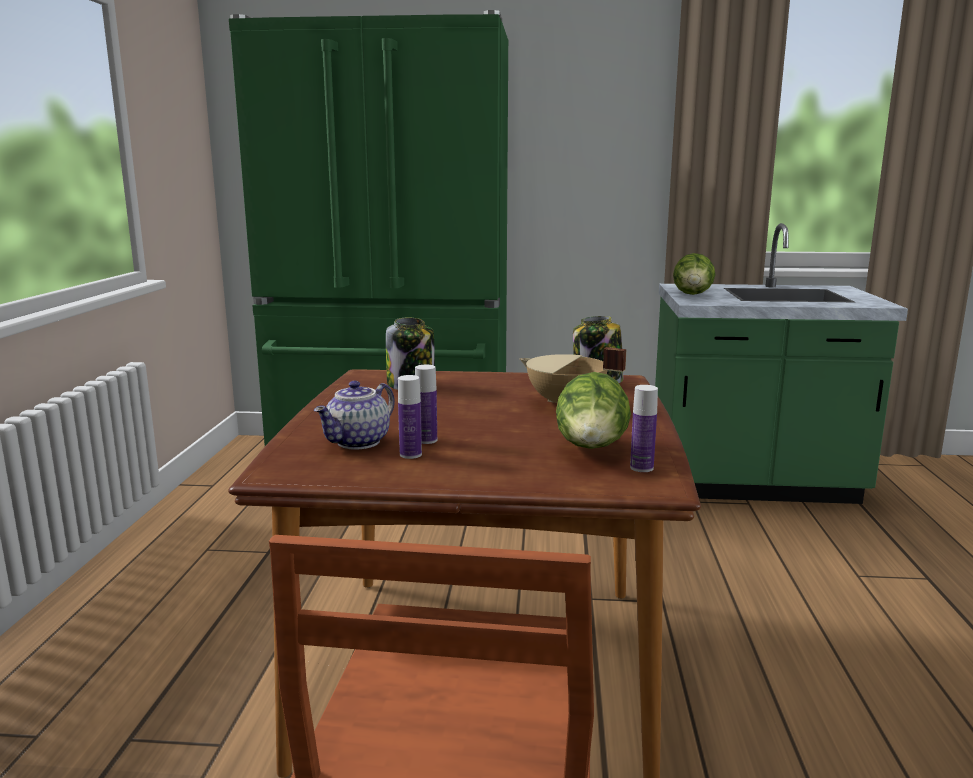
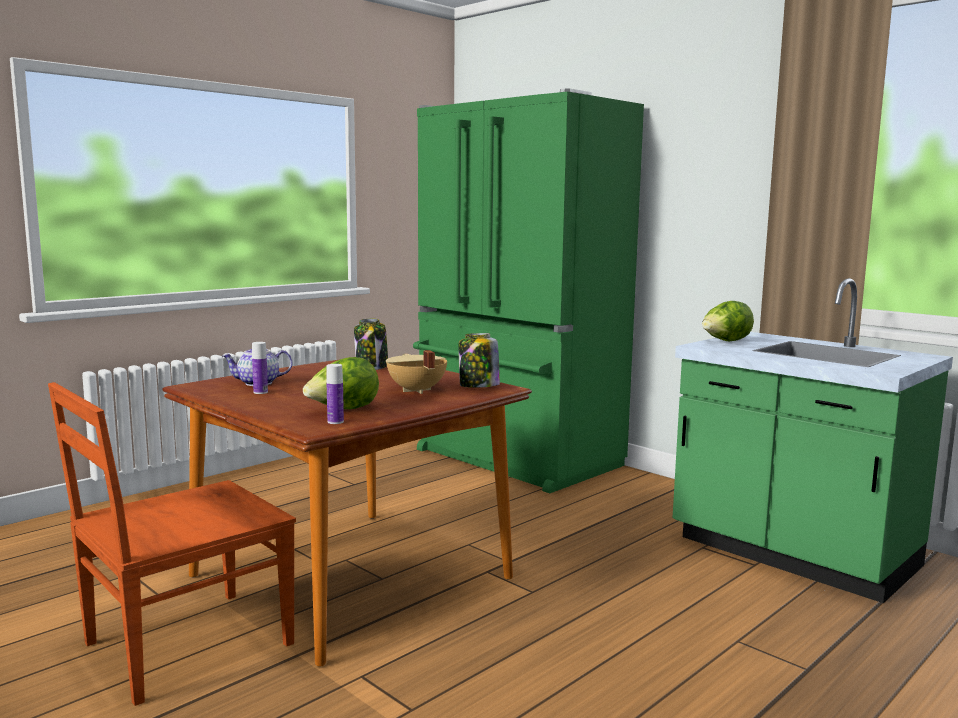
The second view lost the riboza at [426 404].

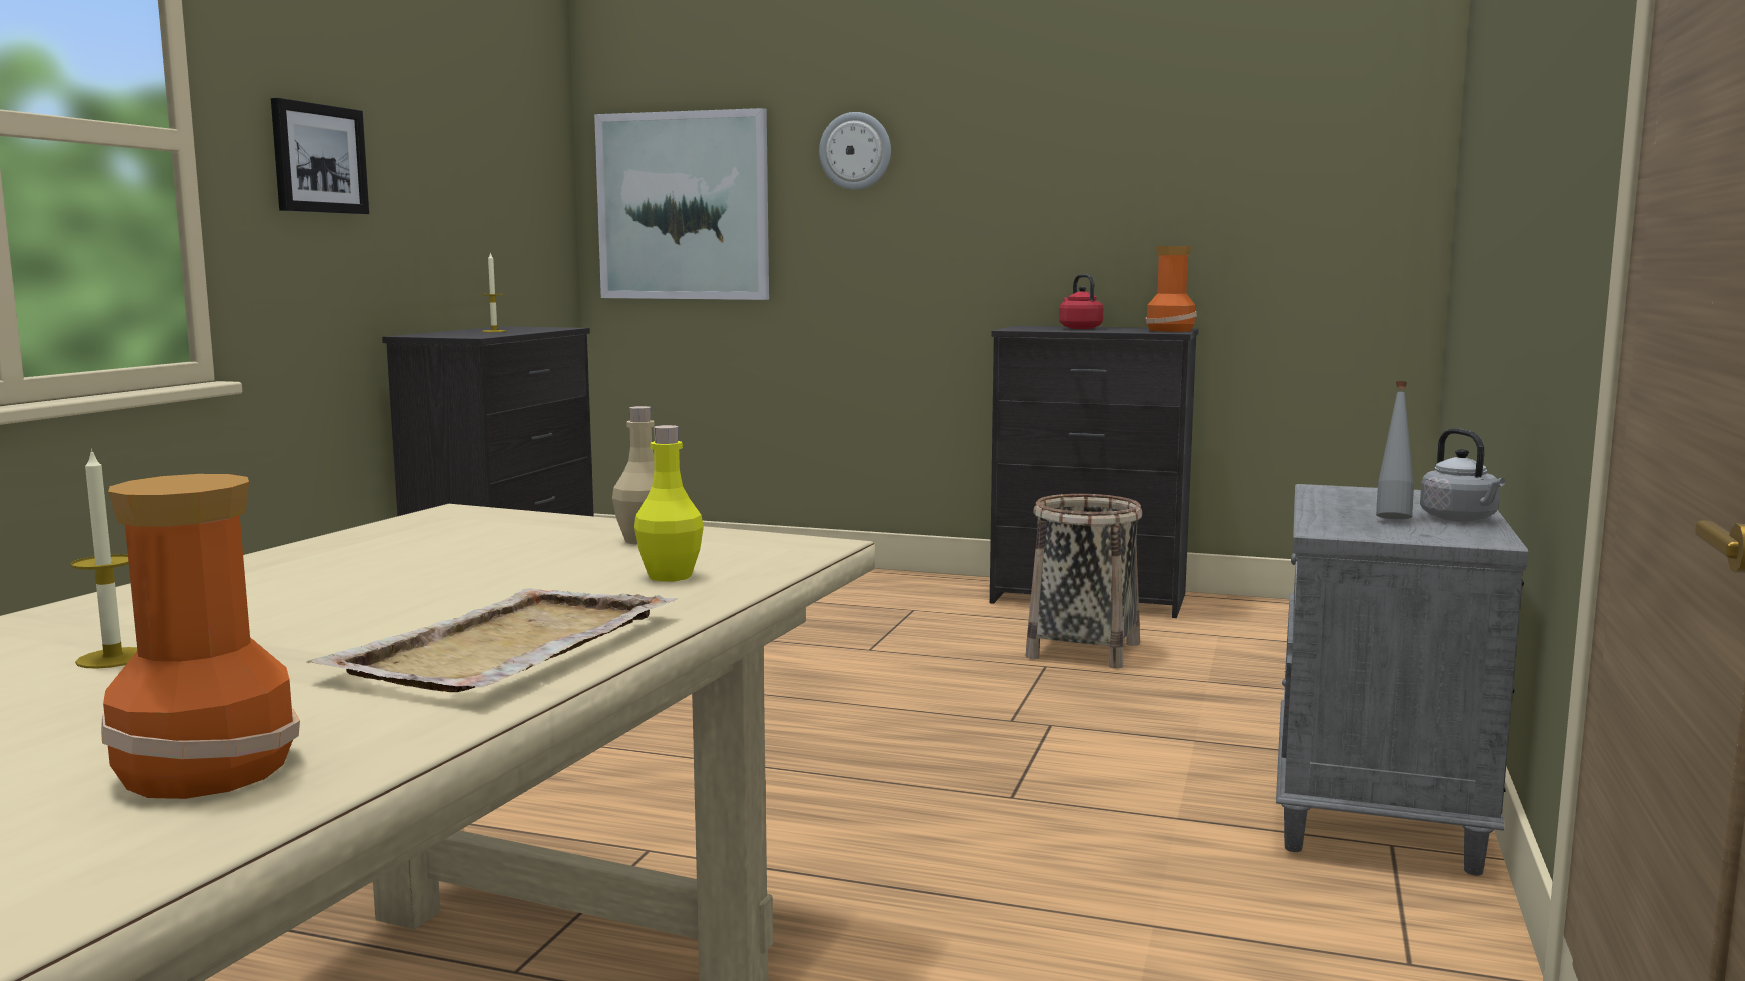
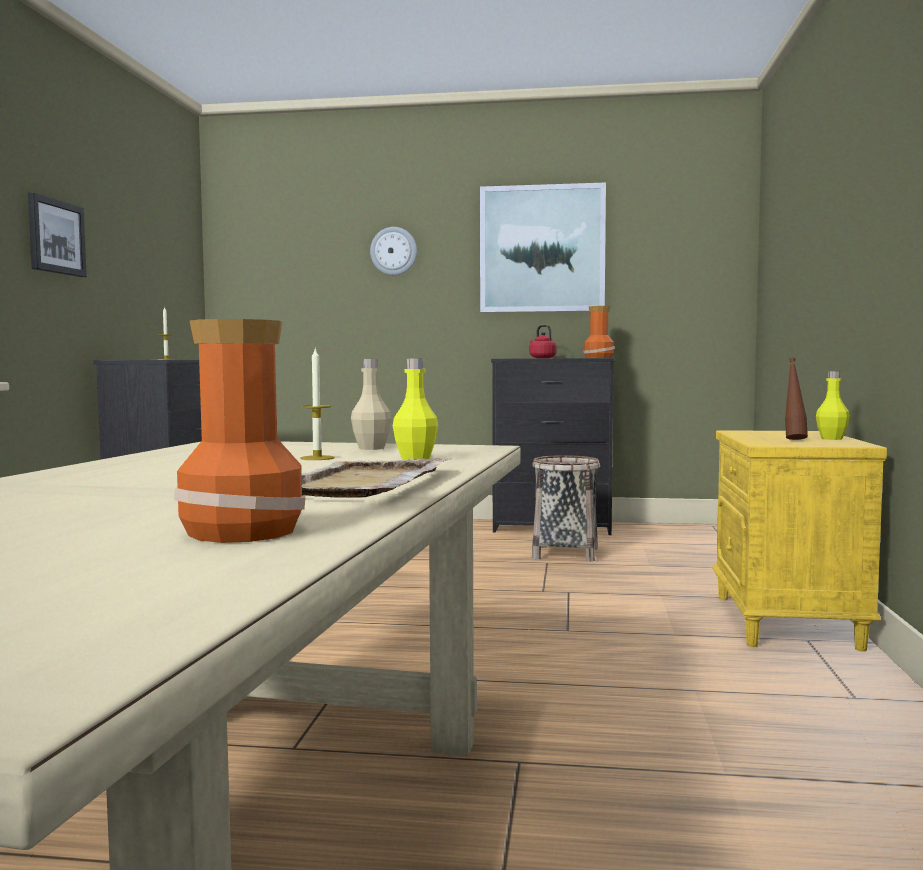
The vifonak ended up elsewhere, having gone from [103 558] to [317 403]. The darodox ended up elsewhere, having gone from [681 204] to [543 247]. What was the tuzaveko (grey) at [1402 680] turned into the tuzaveko (yellow) at [799 540]. What was the riboza (grey) at [1395 450] turned into the riboza (brown) at [796 399]. Where the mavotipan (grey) stood at [1462 475], the riboza (yellow) came to stand at [833 405].

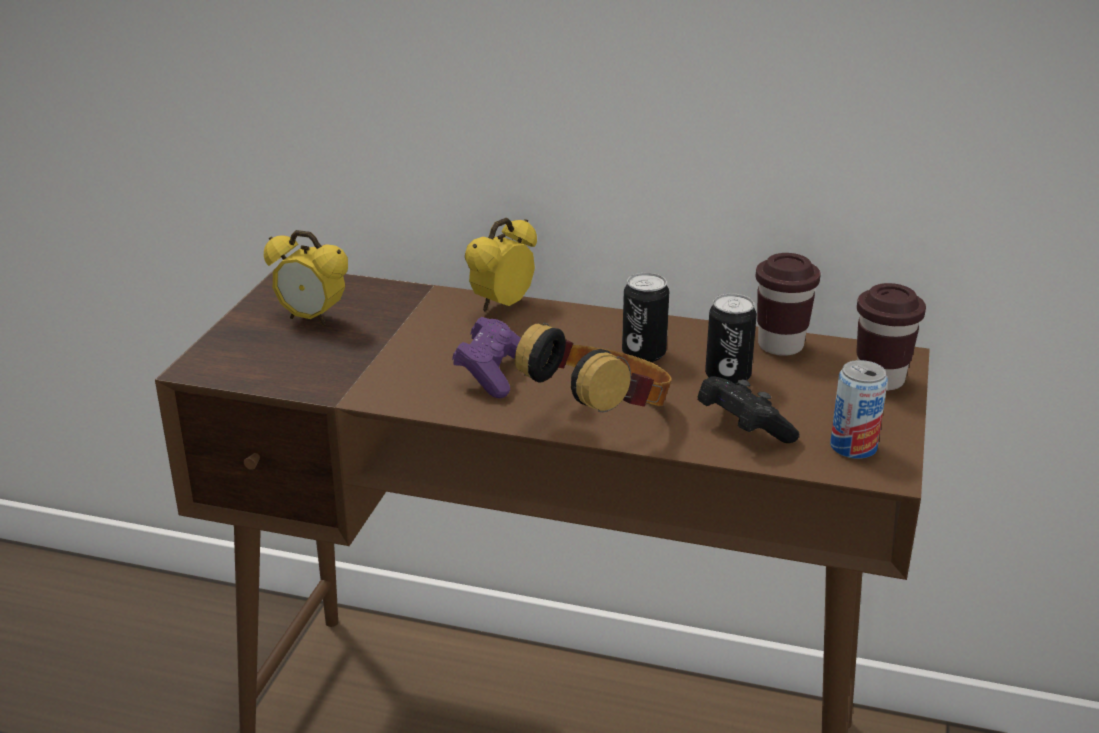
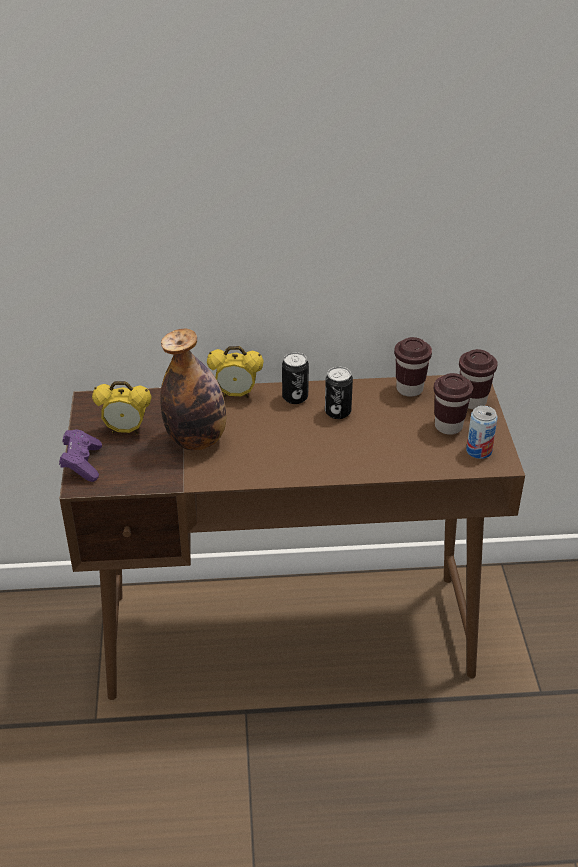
The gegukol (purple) ended up elsewhere, having gone from [486 357] to [80 455]. The second view gained the riboza at [193 389]. The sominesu at [501 265] ended up facing another way, 105 degrees counterclockwise from before. The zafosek ended up elsewhere, having gone from [731 339] to [295 378]. The second view gained the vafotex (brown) at [453 404]. The second view lost the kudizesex at [593 367]. The second view lost the gegukol (black) at [748 409].

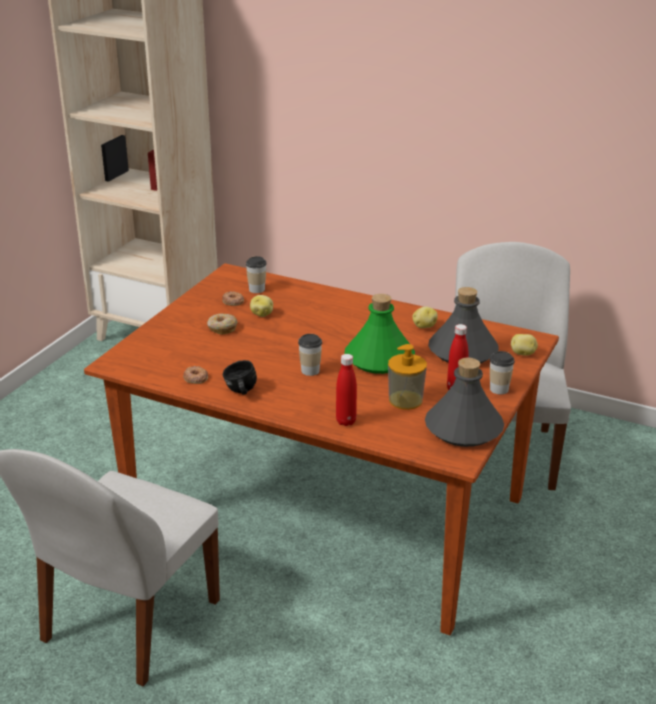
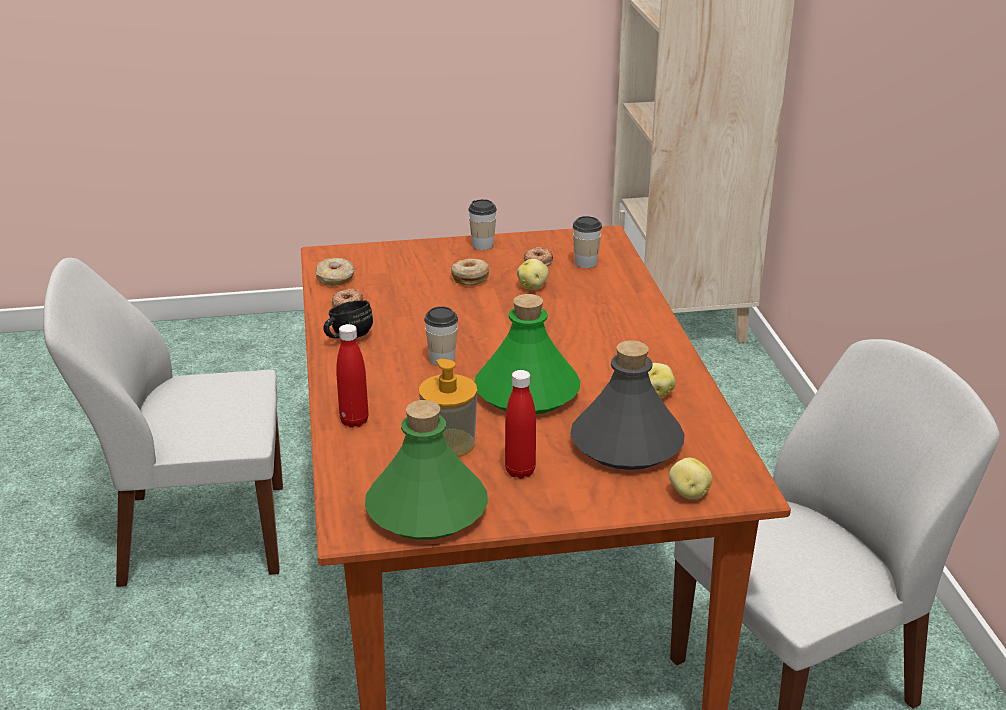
The second view gained the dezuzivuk at [335 272]. What was the riboza (grey) at [464 402] turned into the riboza (green) at [426 470]. The vafotex ended up elsewhere, having gone from [502 372] to [482 224].

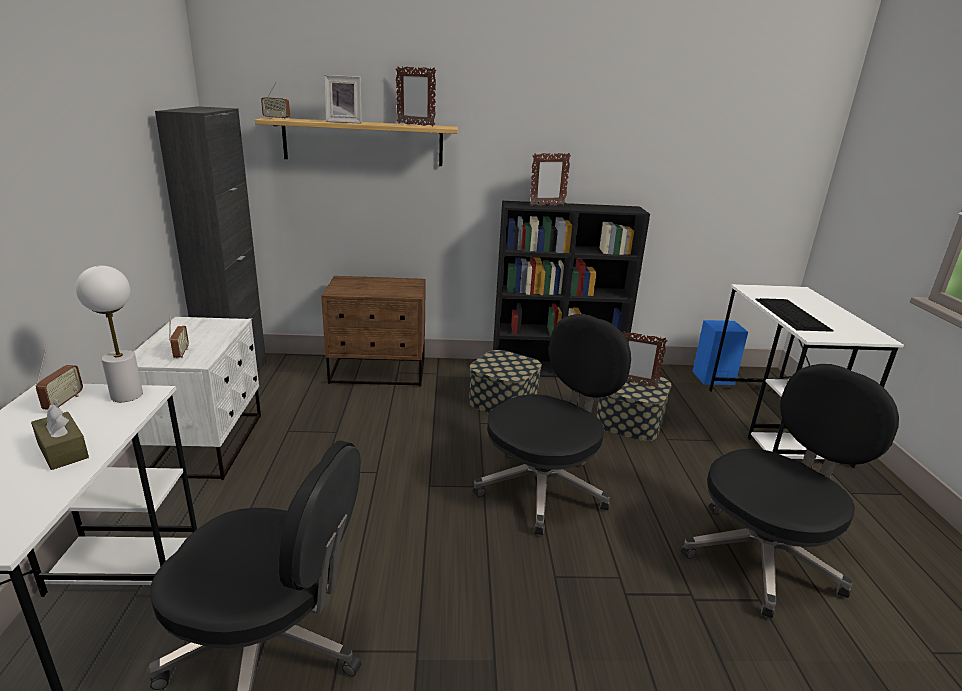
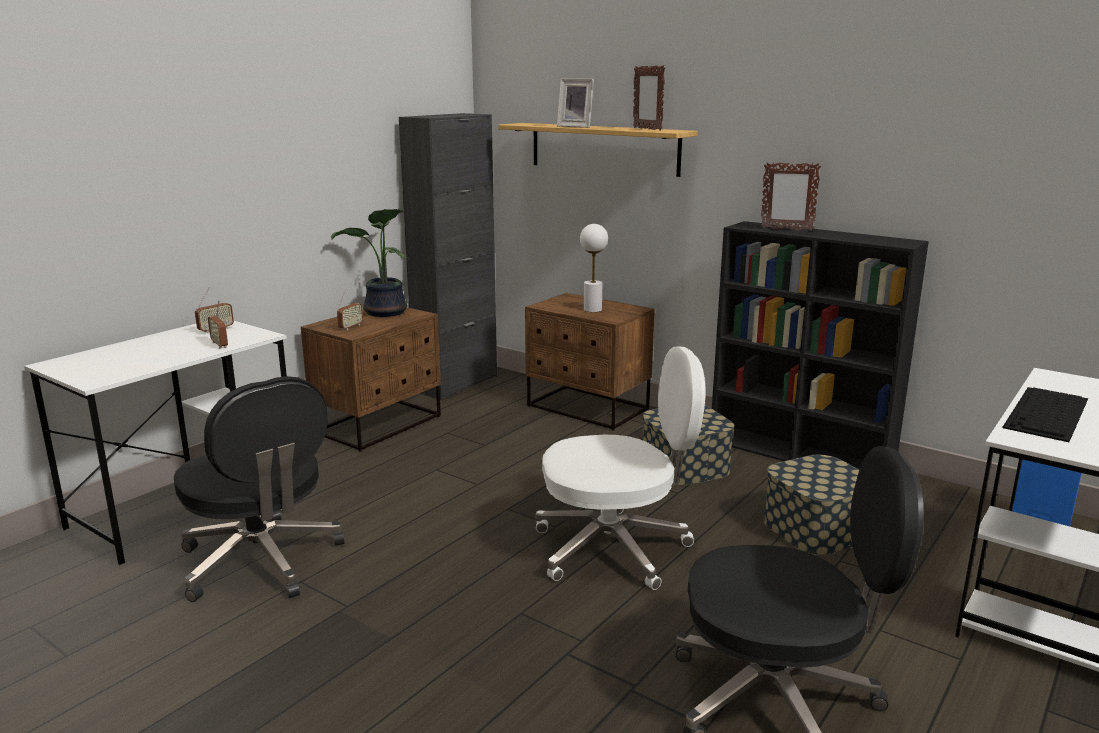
The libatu ended up elsewhere, having gone from [275 101] to [218 324]. What was the tuzaveko (white) at [197 398] turned into the tuzaveko (brown) at [371 379]. The second view gained the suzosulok at [370 263]. What was the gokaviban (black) at [552 424] turned into the gokaviban (white) at [620 468]. The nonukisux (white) ended up elsewhere, having gone from [109 334] to [594 268]. The second view lost the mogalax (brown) at [60 437]. The second view lost the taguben at [645 359].

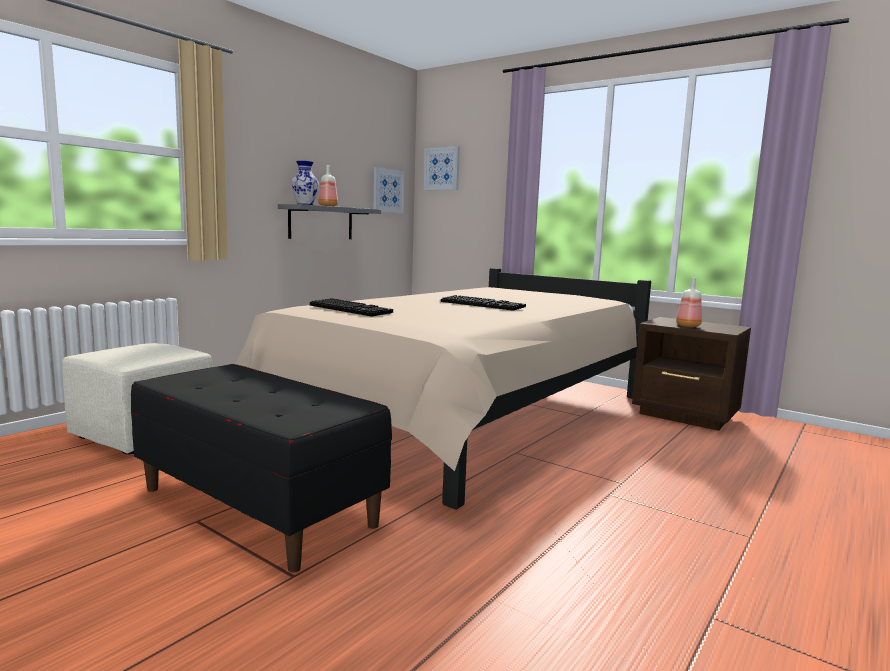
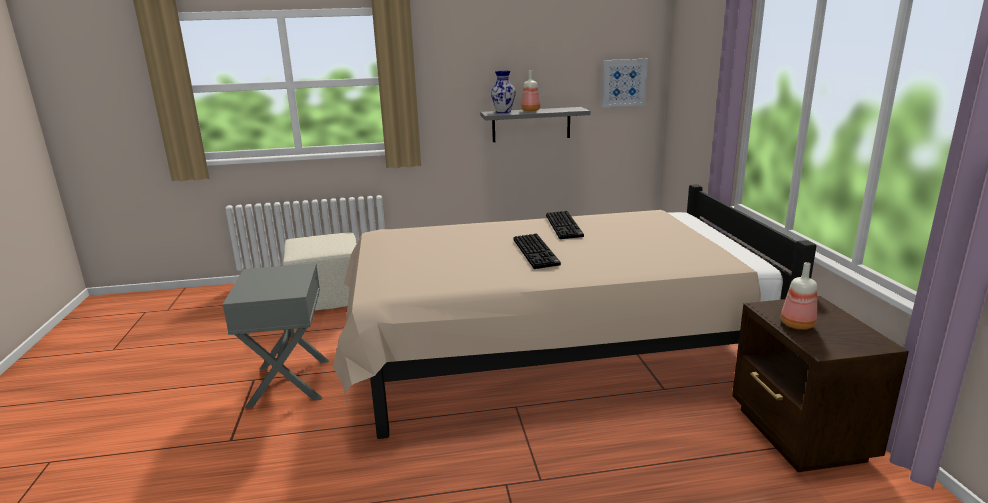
Where the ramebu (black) stood at [261 468], the tuzaveko (grey) came to stand at [275 335]. The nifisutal ended up elsewhere, having gone from [351 307] to [565 225]. The second view lost the darodox at [442 168].

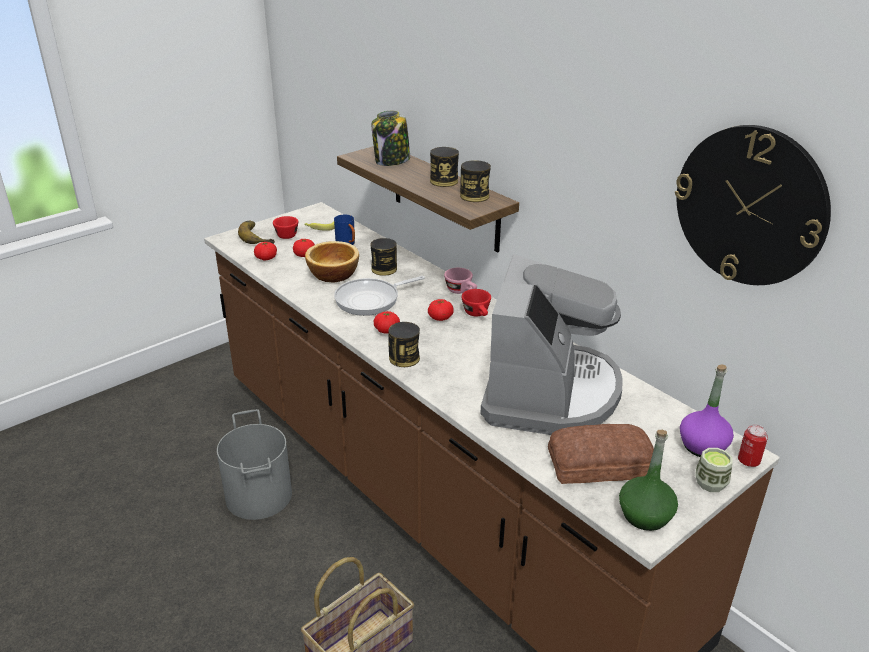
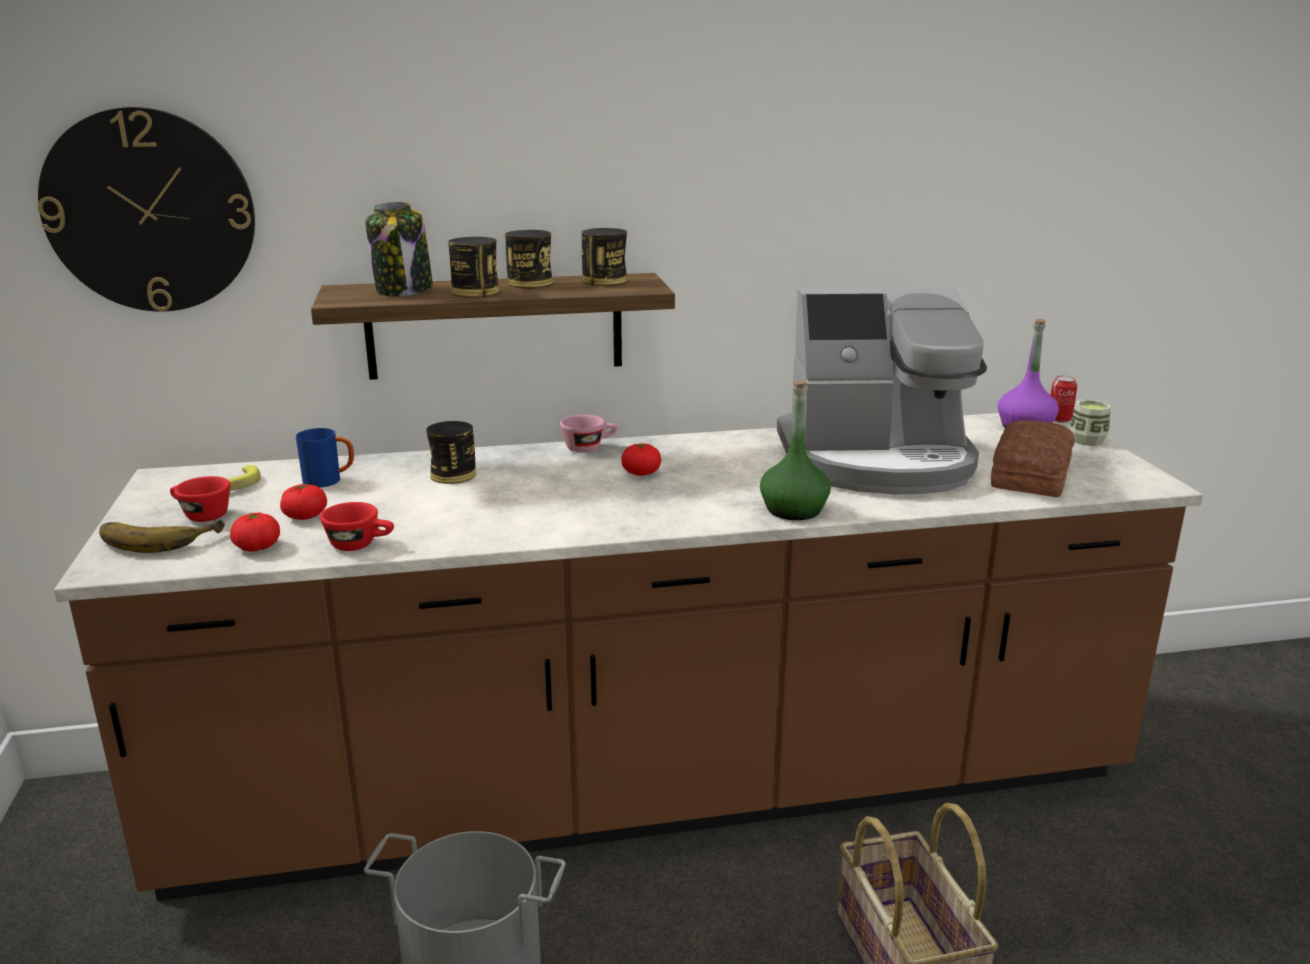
The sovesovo ended up elsewhere, having gone from [753 205] to [146 209]. The vafotex (red) ended up elsewhere, having gone from [476 302] to [357 526]. The zafosek ended up elsewhere, having gone from [404 344] to [473 267]. The riboza (green) ended up elsewhere, having gone from [648 480] to [795 450]. The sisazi at [551 344] ended up facing another way, 135 degrees clockwise from before. The second view lost the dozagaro at [332 262]. The second view lost the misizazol at [379 296]. The second view lost the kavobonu at [387 322].

